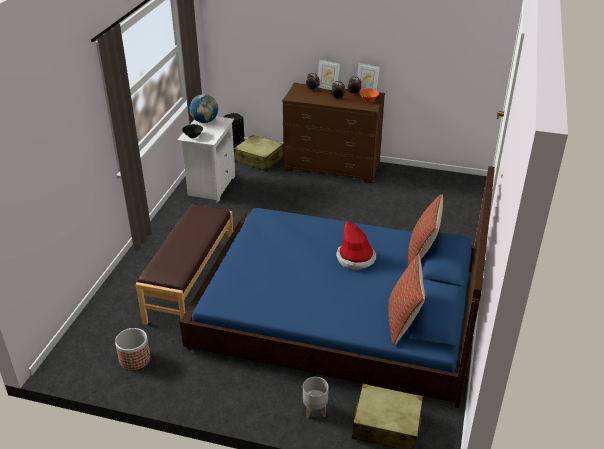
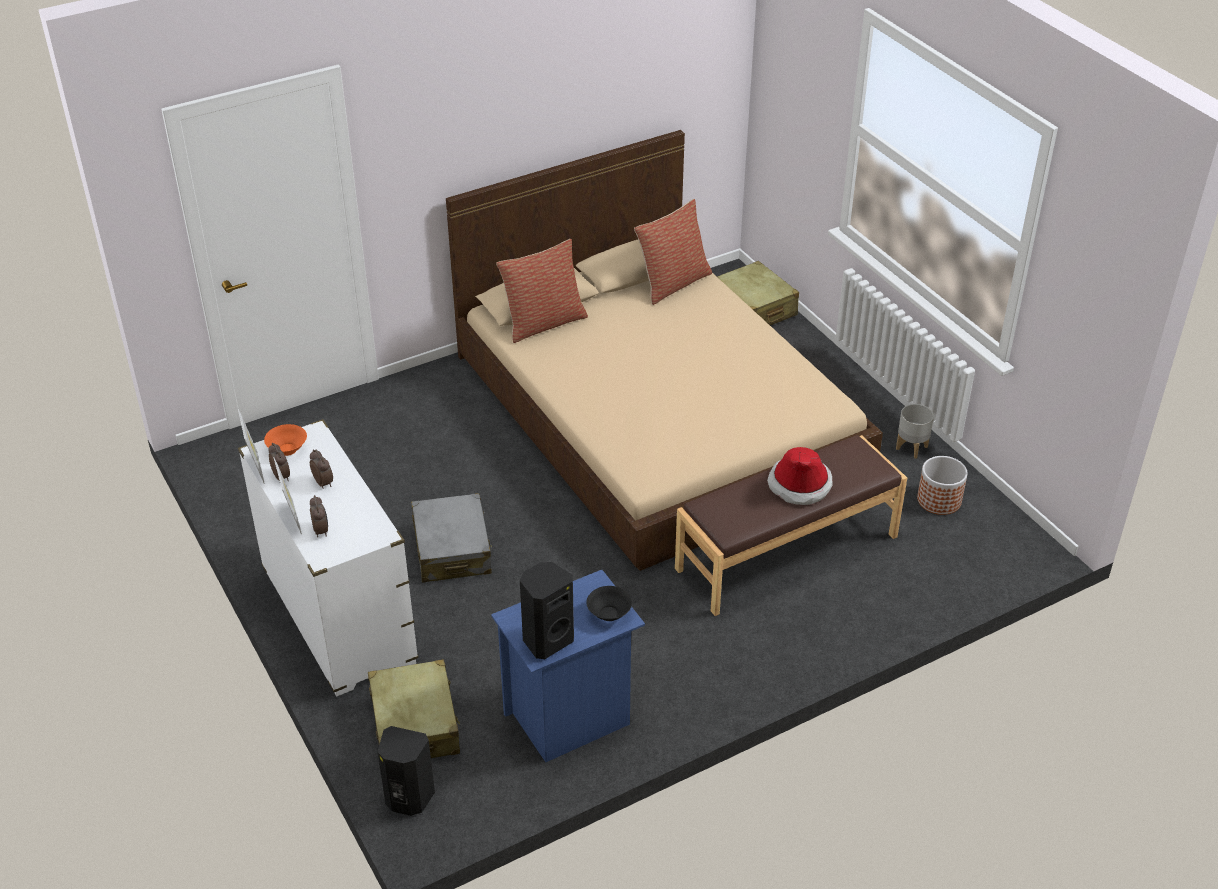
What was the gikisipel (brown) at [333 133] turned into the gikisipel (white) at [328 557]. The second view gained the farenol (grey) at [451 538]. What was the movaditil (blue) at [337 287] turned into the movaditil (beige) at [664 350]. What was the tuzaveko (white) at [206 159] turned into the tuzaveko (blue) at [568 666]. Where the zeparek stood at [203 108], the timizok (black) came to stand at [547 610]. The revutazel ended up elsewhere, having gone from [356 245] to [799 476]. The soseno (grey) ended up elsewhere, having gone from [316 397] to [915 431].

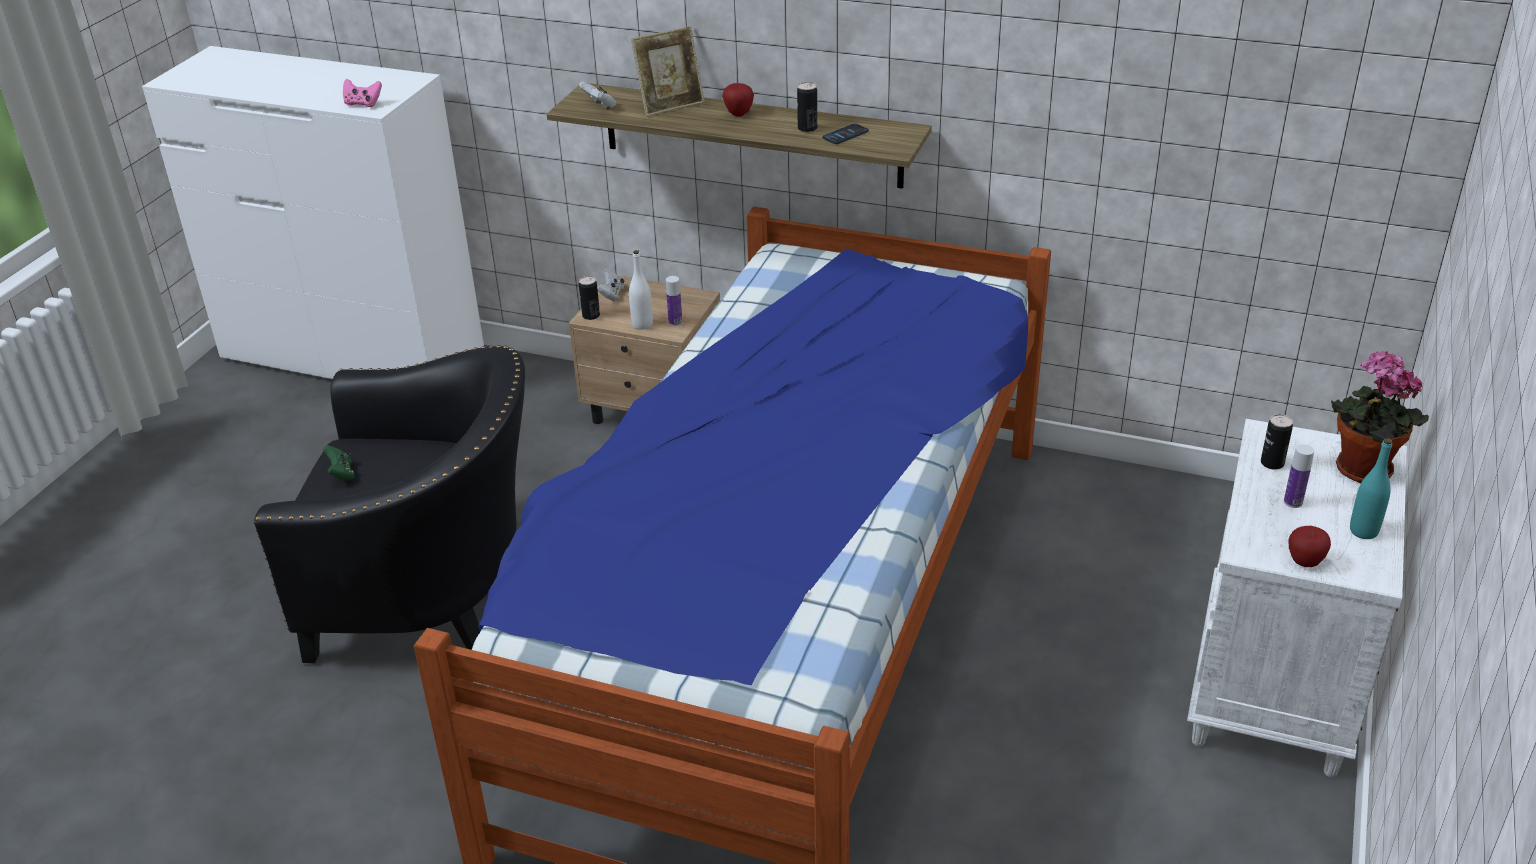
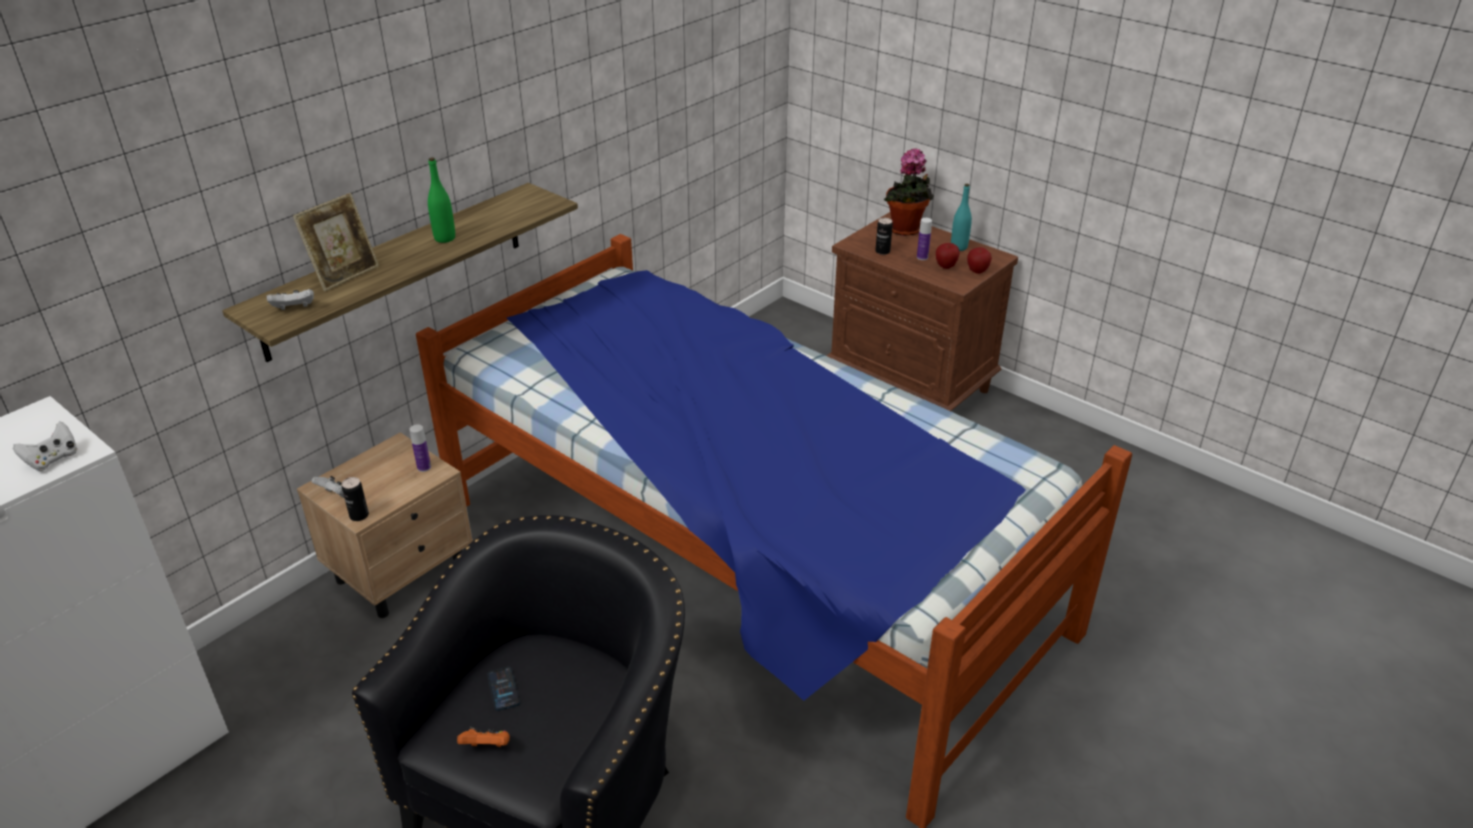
What was the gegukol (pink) at [362 93] turned into the gegukol (white) at [45 446]. The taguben at [668 71] ended up facing another way, 45 degrees clockwise from before. The second view gained the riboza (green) at [441 200]. What was the gegukol (green) at [339 463] turned into the gegukol (orange) at [483 736]. The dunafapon ended up elsewhere, having gone from [846 134] to [503 689]. What was the tuzaveko (white) at [1297 598] turned into the tuzaveko (brown) at [922 311]. The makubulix ended up elsewhere, having gone from [738 100] to [948 256]. The second view lost the riboza (white) at [641 290]. The second view lost the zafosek at [807 107].

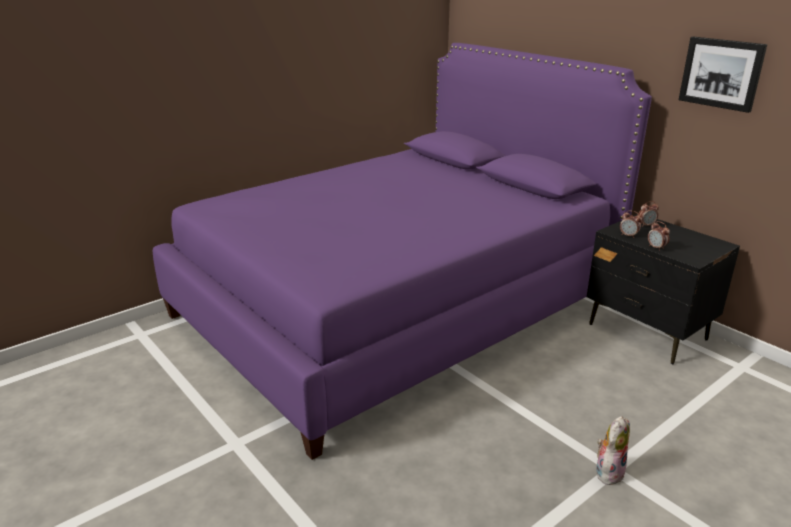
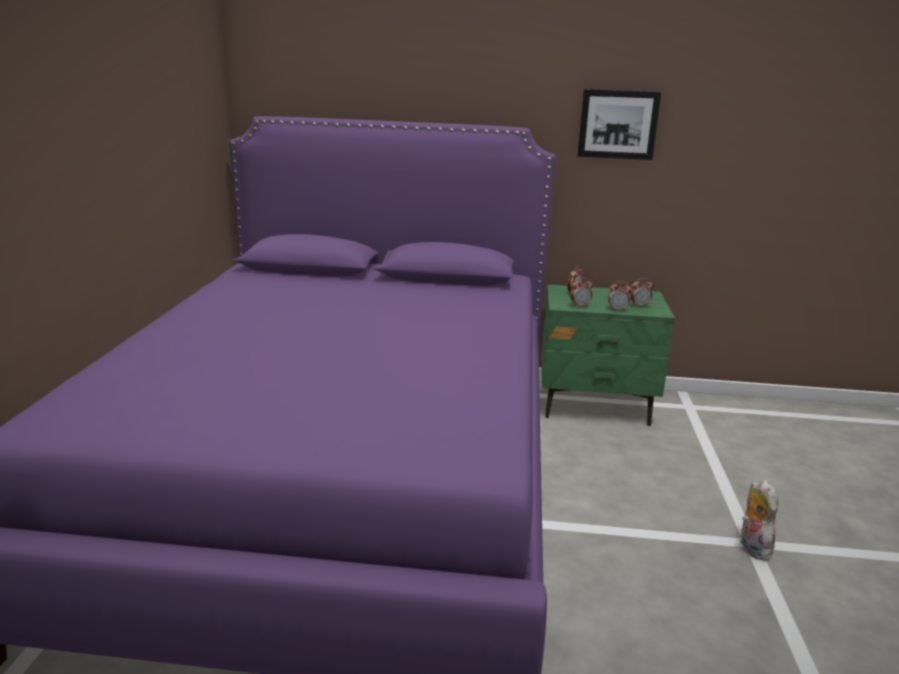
What was the tuzaveko (black) at [663 289] turned into the tuzaveko (green) at [608 355]. The second view gained the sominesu at [641 292].

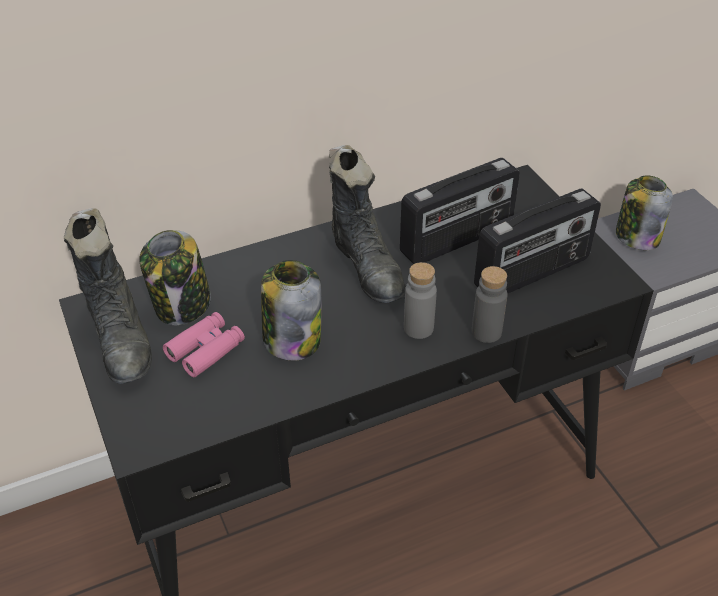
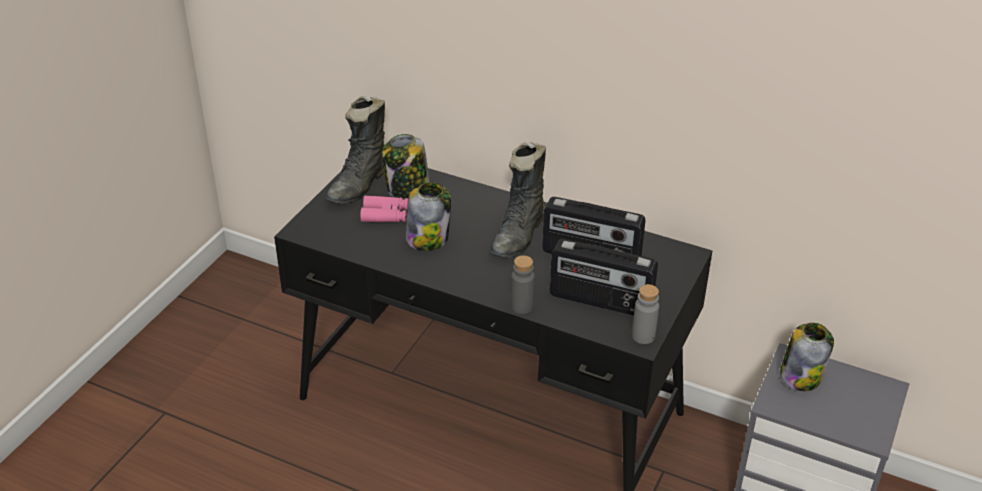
The riboza (grey) ended up elsewhere, having gone from [420 300] to [645 314].

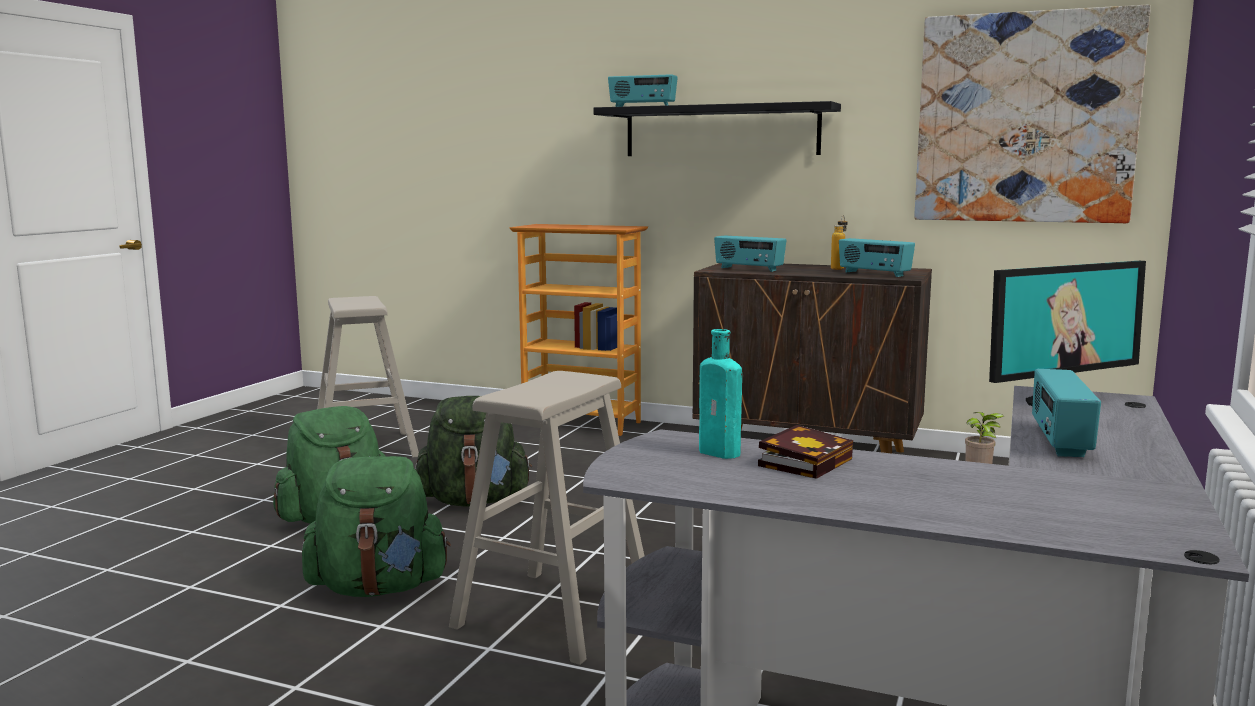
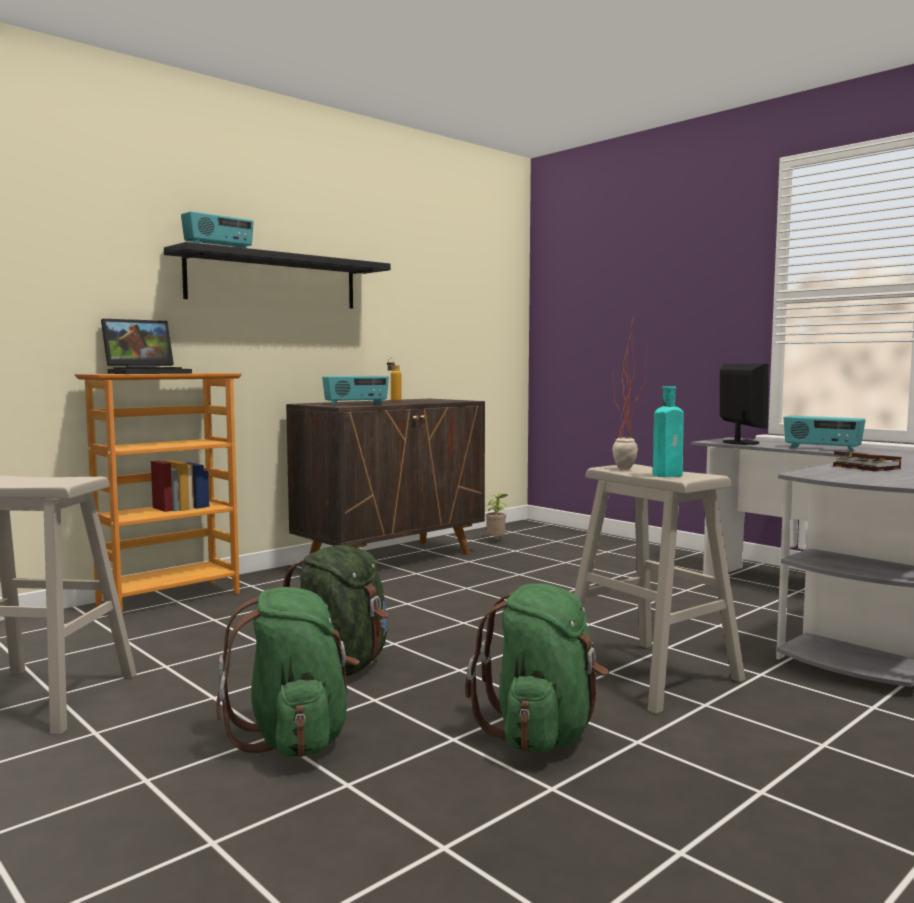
The second view gained the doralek at [146 346]. The second view gained the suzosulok at [630 392]. The riboza (turquoise) ended up elsewhere, having gone from [720 394] to [668 431]. The second view lost the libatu at [877 257]. The second view lost the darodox at [1032 114].

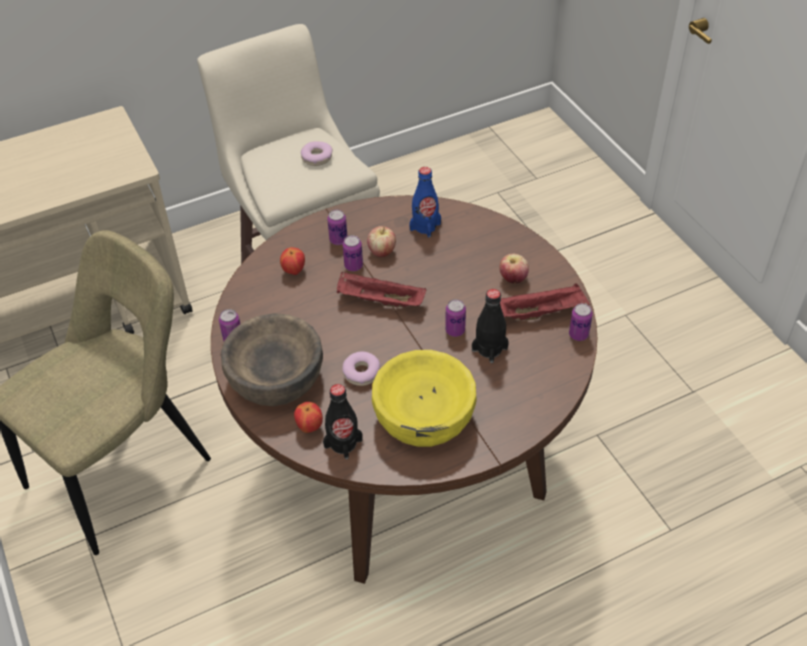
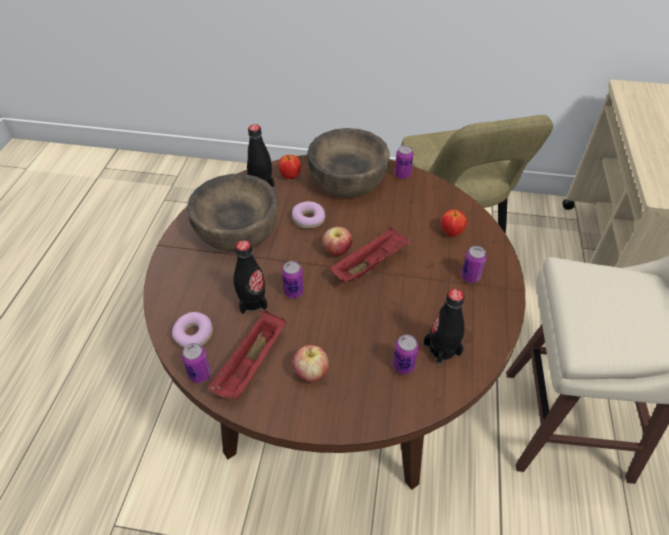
The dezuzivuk ended up elsewhere, having gone from [316 153] to [192 330]. What was the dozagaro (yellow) at [424 398] turned into the dozagaro (brown) at [233 213]. The makubulix ended up elsewhere, having gone from [381 241] to [337 241]. The zafosek ended up elsewhere, having gone from [353 253] to [406 354]. What was the riboza (blue) at [425 202] turned into the riboza (black) at [444 327].

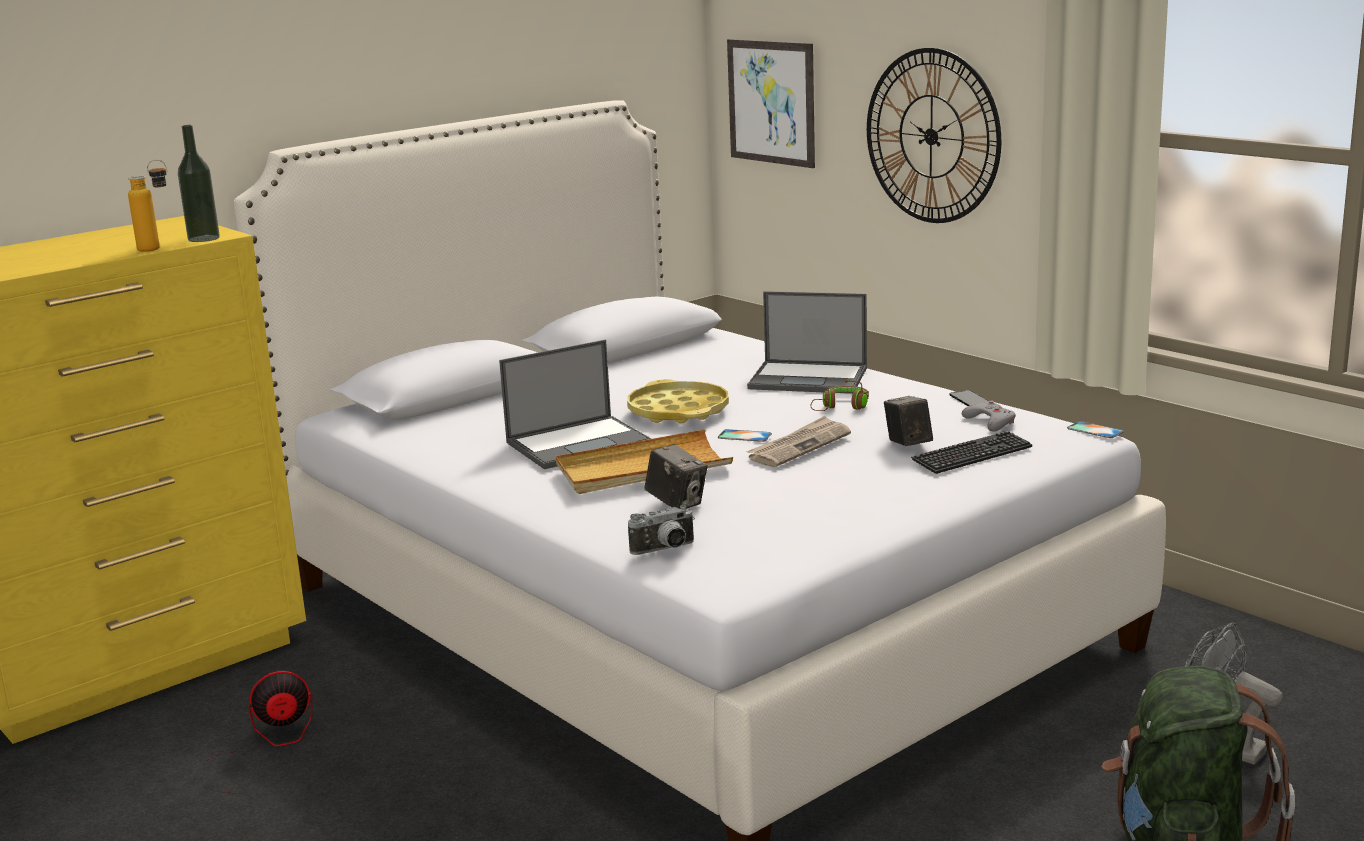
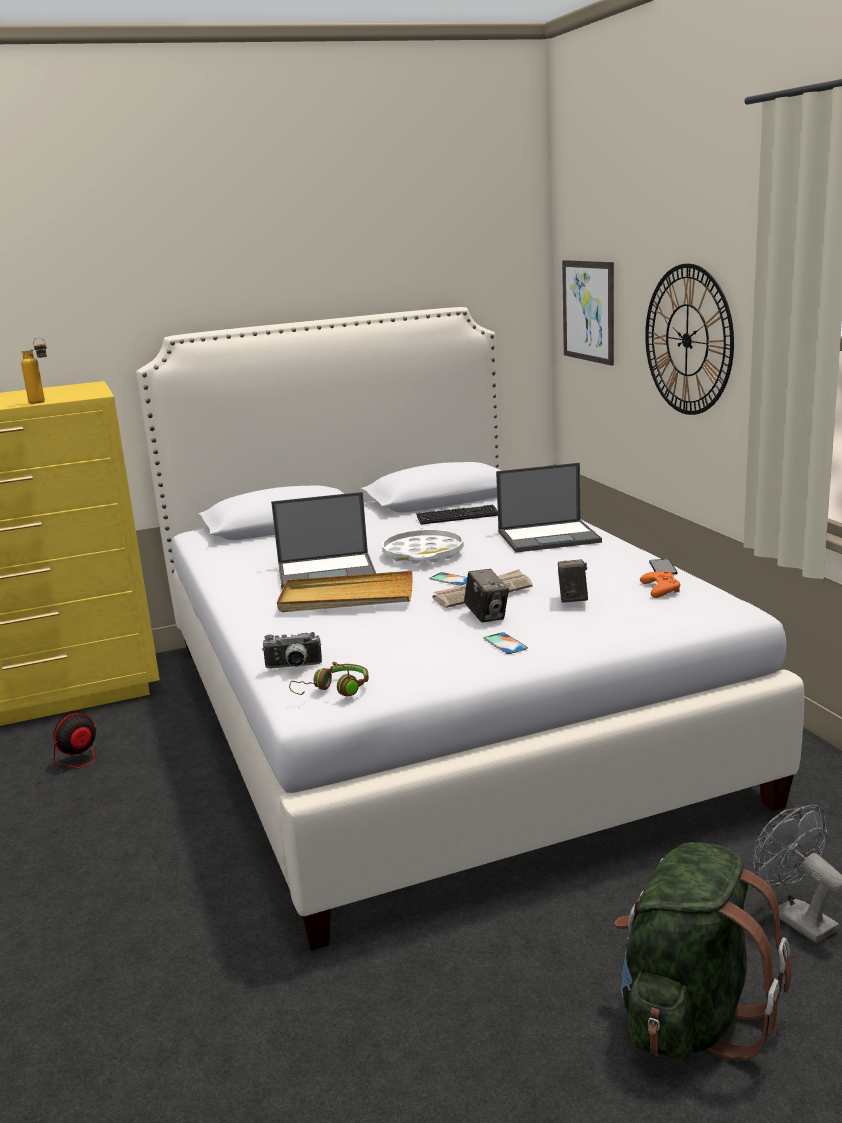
The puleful at [257 742] ended up facing another way, 45 degrees counterclockwise from before. The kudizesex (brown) ended up elsewhere, having gone from [839 395] to [329 679]. What was the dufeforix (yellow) at [678 401] turned into the dufeforix (white) at [423 545]. The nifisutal ended up elsewhere, having gone from [971 452] to [457 515]. The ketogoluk ended up elsewhere, having gone from [676 476] to [486 596]. The dunafapon ended up elsewhere, having gone from [1095 429] to [505 643]. The doralek at [807 342] ended up facing another way, 45 degrees counterclockwise from before. What was the gegukol (grey) at [989 416] turned into the gegukol (orange) at [660 584]. The second view lost the riboza at [199 183].

